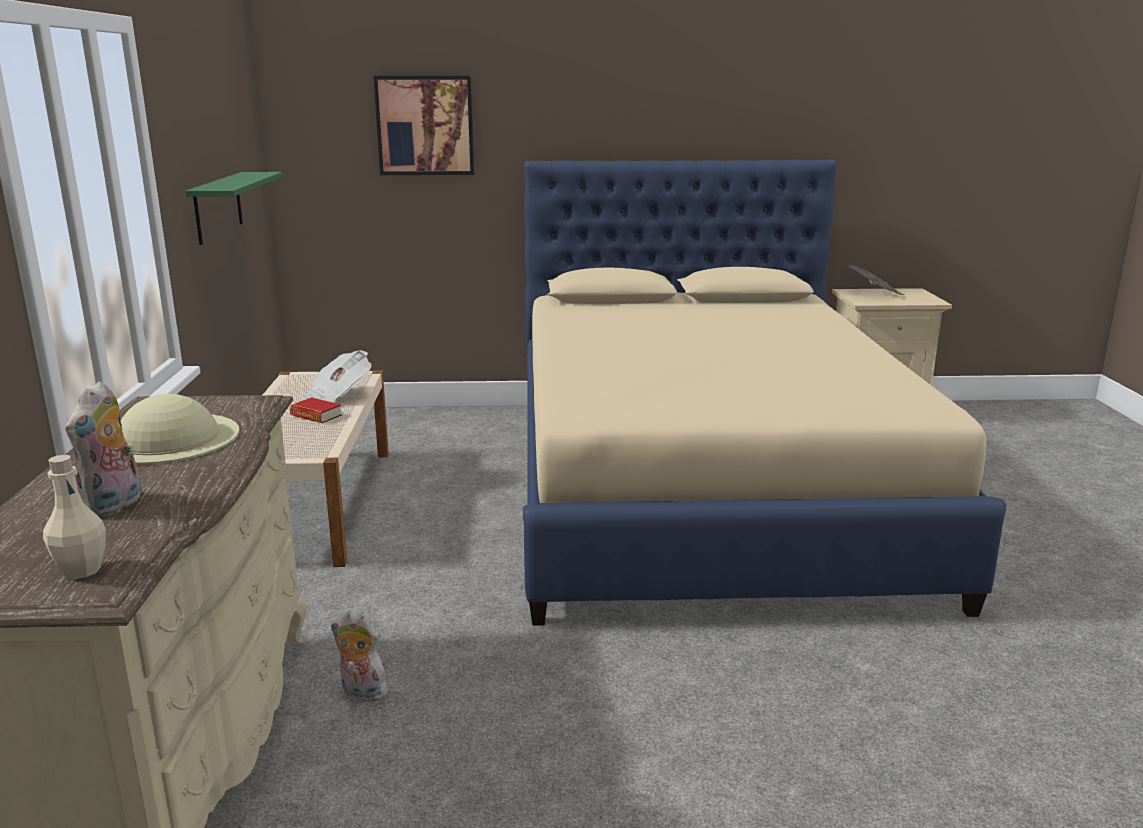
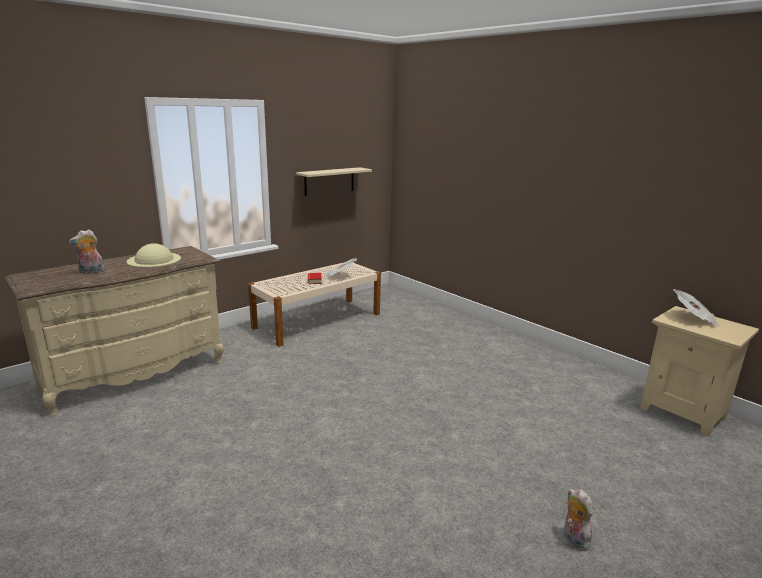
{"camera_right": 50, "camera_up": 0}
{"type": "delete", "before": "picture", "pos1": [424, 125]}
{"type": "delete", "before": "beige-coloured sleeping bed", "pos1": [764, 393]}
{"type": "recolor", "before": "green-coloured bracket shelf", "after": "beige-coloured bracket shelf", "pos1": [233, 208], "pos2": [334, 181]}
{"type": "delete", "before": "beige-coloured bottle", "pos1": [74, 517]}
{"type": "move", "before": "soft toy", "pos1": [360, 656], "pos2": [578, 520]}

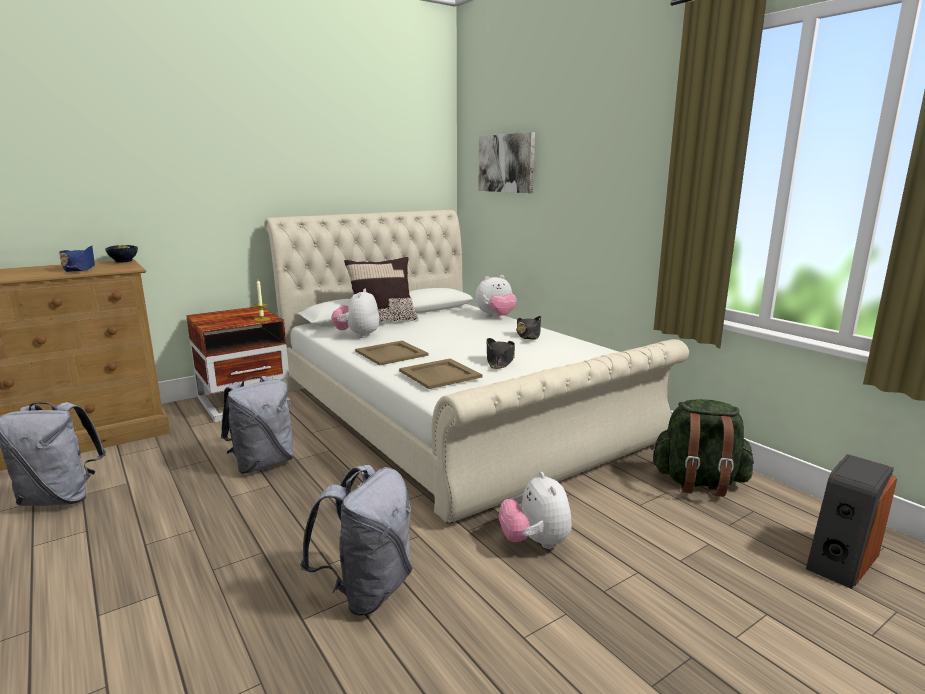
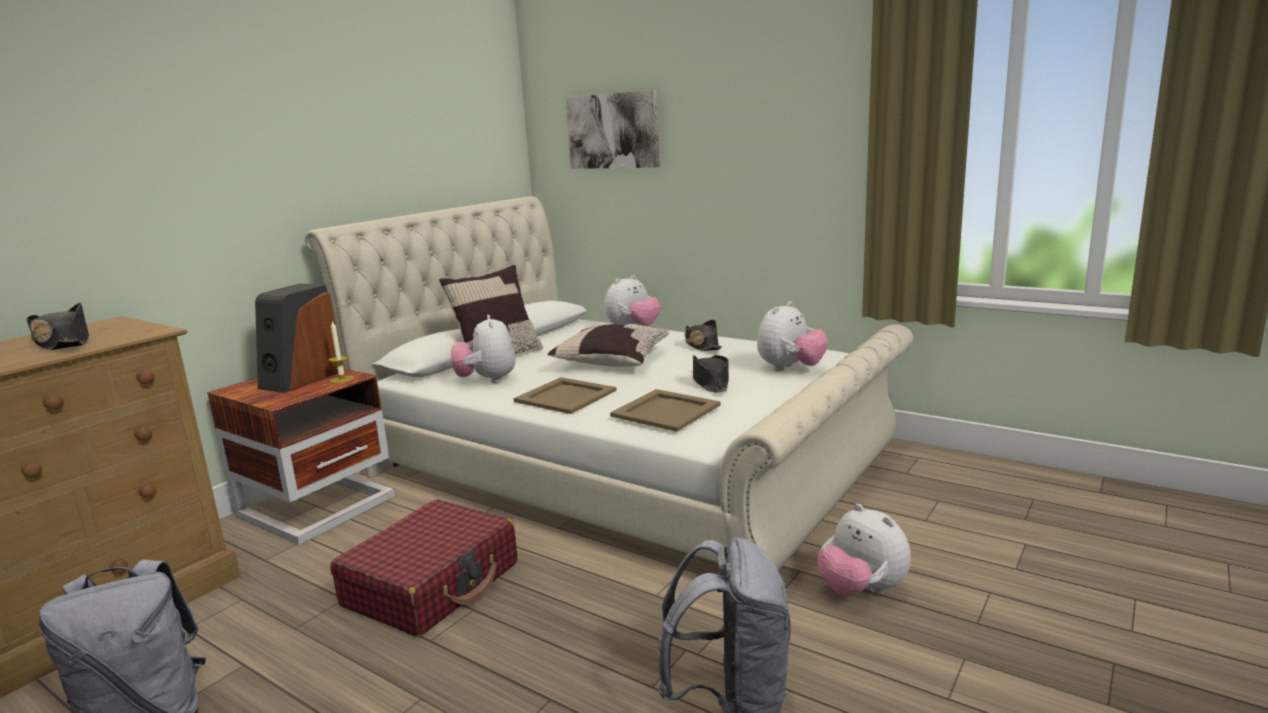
{"camera_right": -20, "camera_up": 0}
{"type": "delete", "before": "deep dish", "pos1": [121, 253]}
{"type": "recolor", "before": "blue hat", "after": "black hat", "pos1": [77, 259], "pos2": [57, 326]}
{"type": "replace", "before": "gray rucksack", "after": "red suitcase", "pos1": [257, 425], "pos2": [423, 568]}
{"type": "delete", "before": "green-coloured rucksack", "pos1": [702, 448]}
{"type": "move", "before": "loudspeaker", "pos1": [851, 521], "pos2": [296, 338]}
{"type": "insert", "after": "soft toy", "pos2": [792, 336]}
{"type": "insert", "after": "cushion", "pos2": [608, 345]}

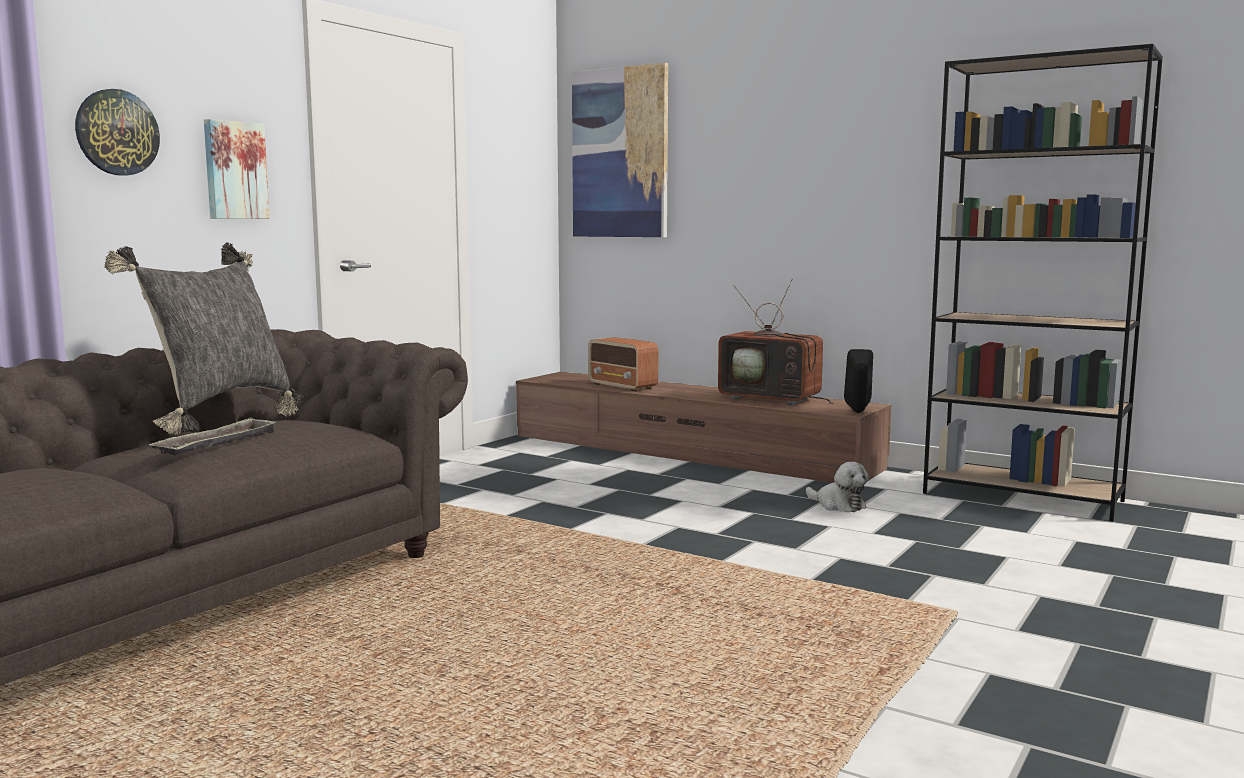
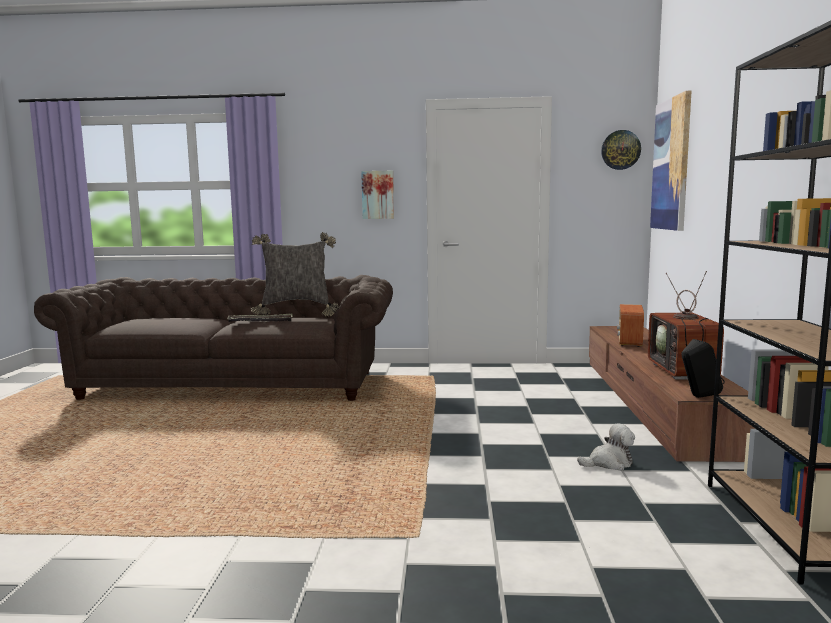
{"camera_right": 60, "camera_up": 0}
{"type": "move", "before": "wall clock", "pos1": [117, 132], "pos2": [621, 150]}
{"type": "rotate", "before": "soft toy", "pos1": [837, 487], "pos2": [606, 447], "turn": -120}

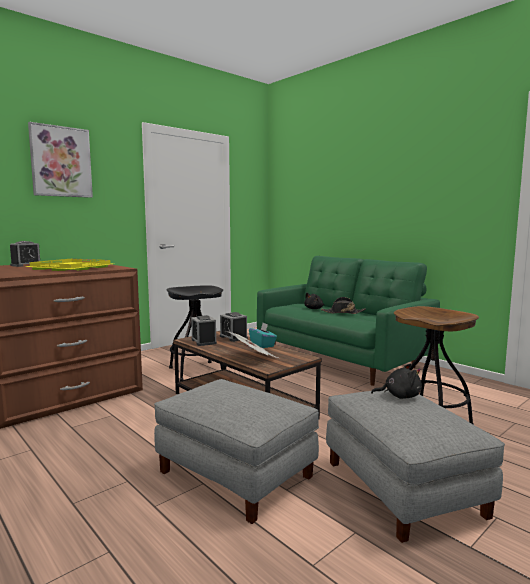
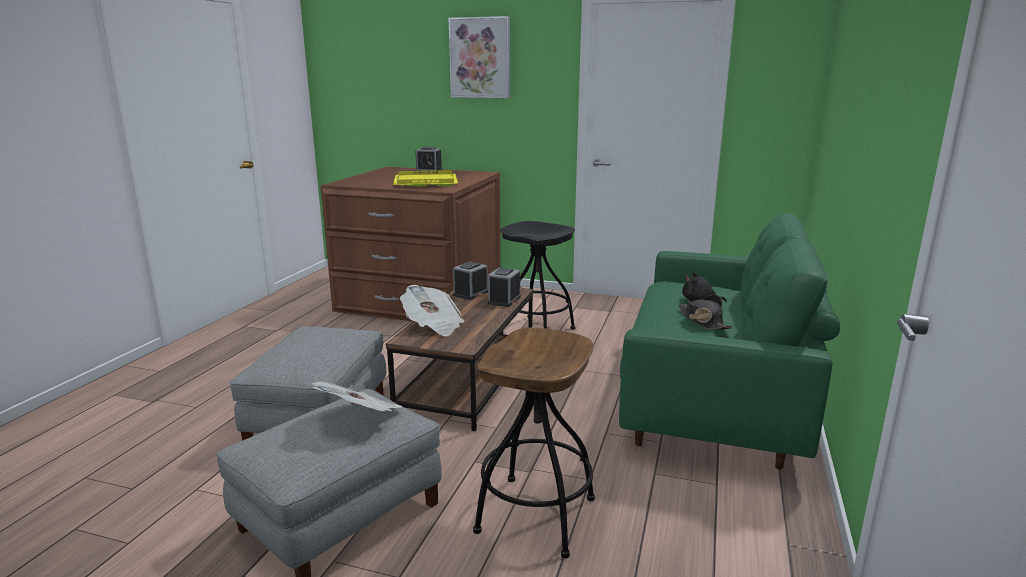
{"camera_right": 60, "camera_up": 10}
{"type": "delete", "before": "blue-green tissue box", "pos1": [263, 335]}
{"type": "replace", "before": "black soft toy", "after": "printed paper", "pos1": [396, 381], "pos2": [356, 396]}

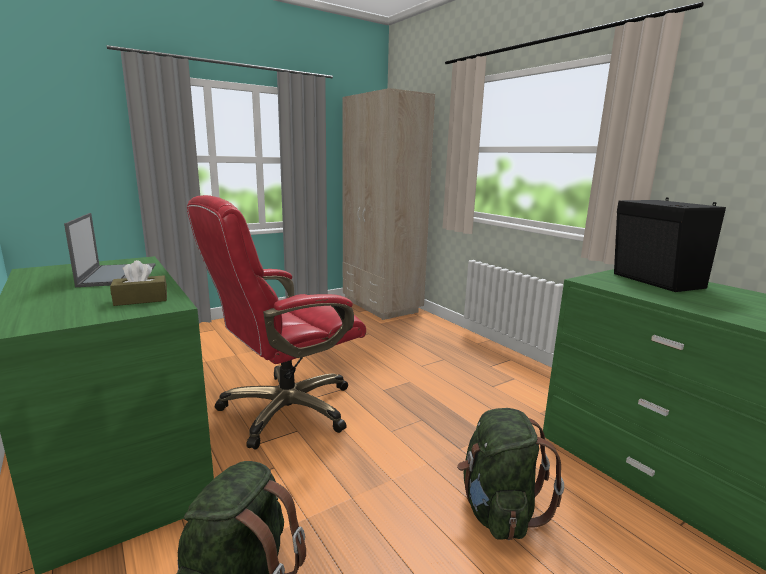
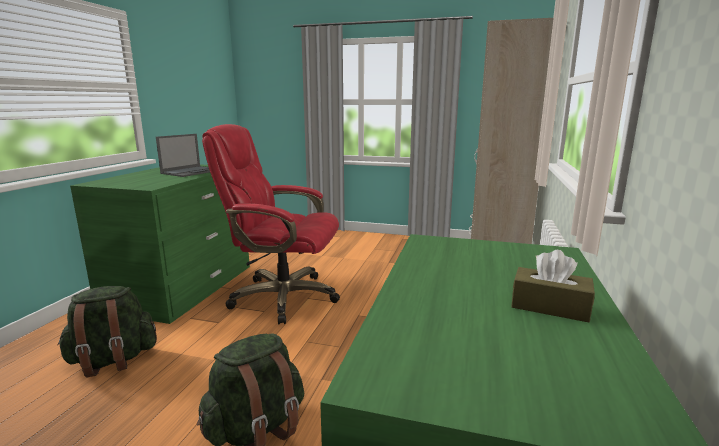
{"camera_right": 50, "camera_up": 0}
{"type": "delete", "before": "black loudspeaker", "pos1": [670, 245]}
{"type": "move", "before": "brown tissue box", "pos1": [138, 283], "pos2": [553, 286]}

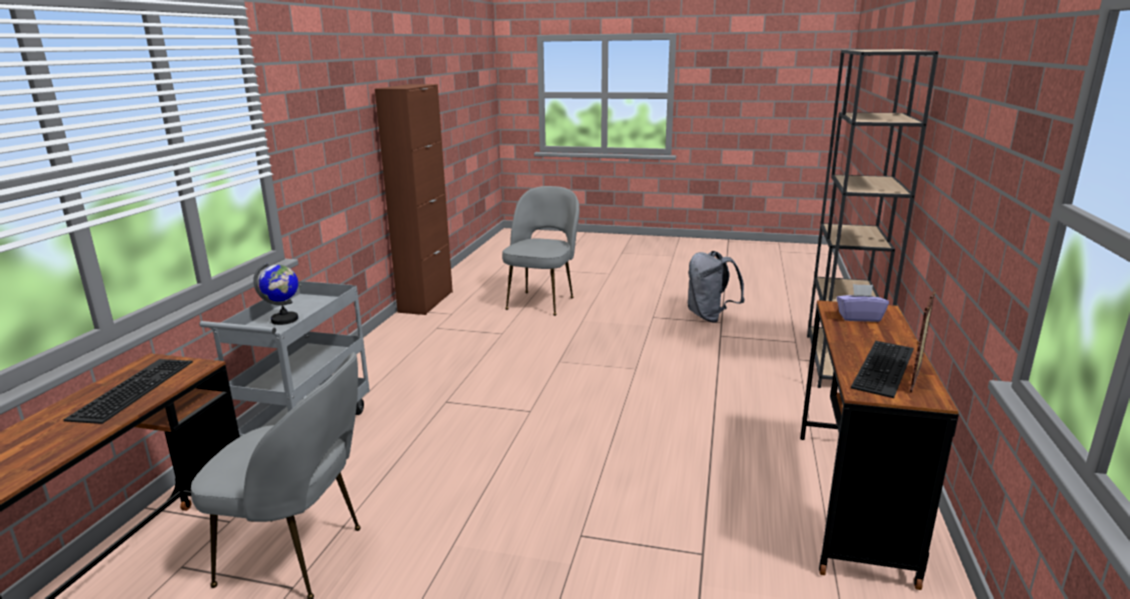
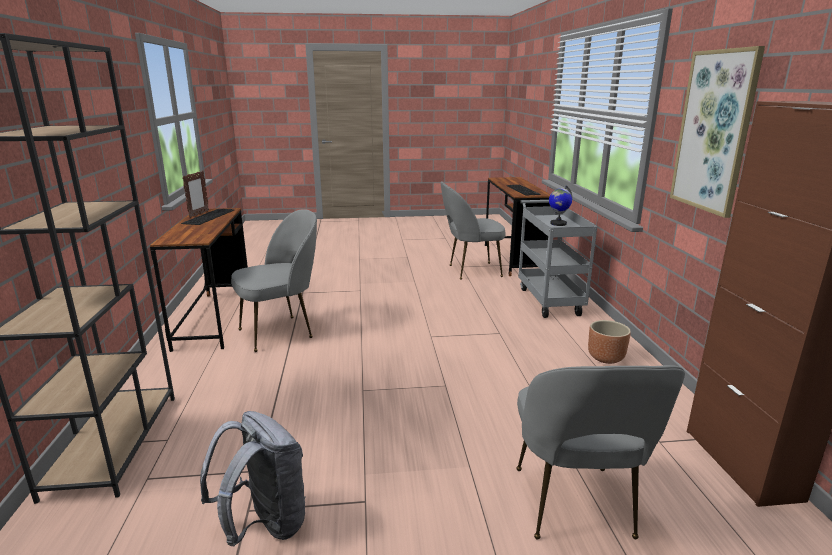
{"camera_right": 160, "camera_up": 0}
{"type": "delete", "before": "purplish tissue box", "pos1": [863, 303]}
{"type": "insert", "after": "picture", "pos2": [717, 132]}
{"type": "insert", "after": "gray upright chair", "pos2": [274, 280]}
{"type": "insert", "after": "brown flower pot", "pos2": [609, 342]}

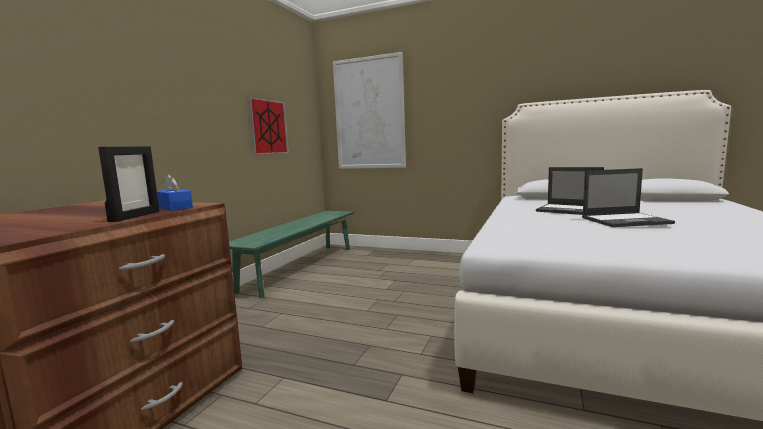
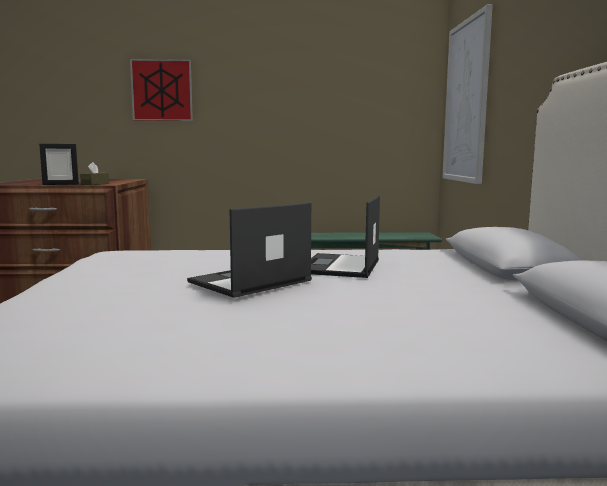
{"camera_right": 65, "camera_up": 0}
{"type": "move", "before": "picture", "pos1": [268, 126], "pos2": [161, 90]}
{"type": "rotate", "before": "portable computer", "pos1": [628, 197], "pos2": [249, 250], "turn": 75}
{"type": "recolor", "before": "blue tissue box", "after": "brown tissue box", "pos1": [175, 192], "pos2": [94, 173]}

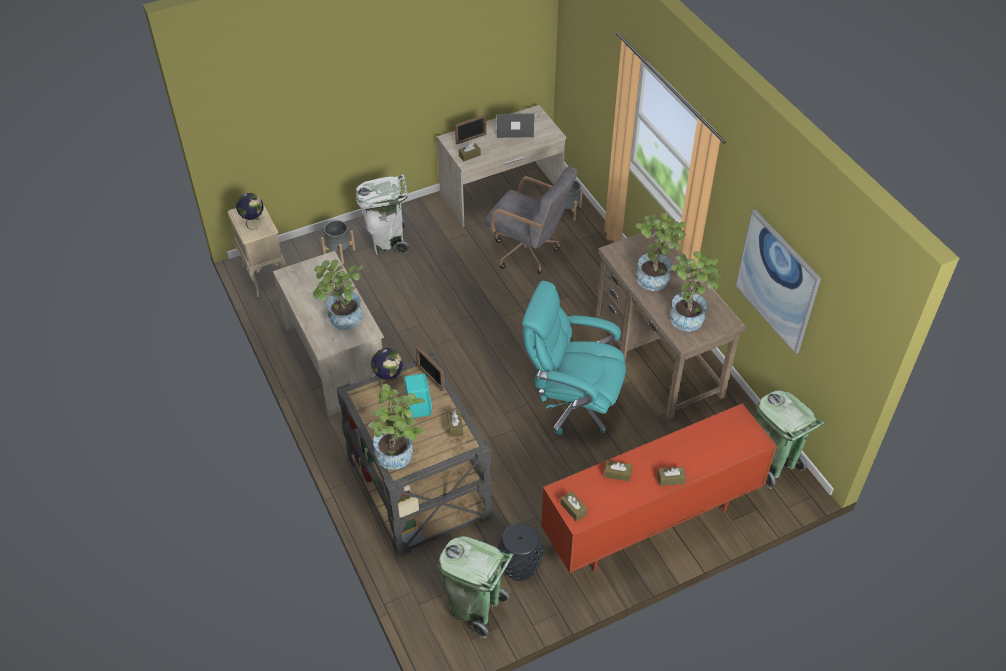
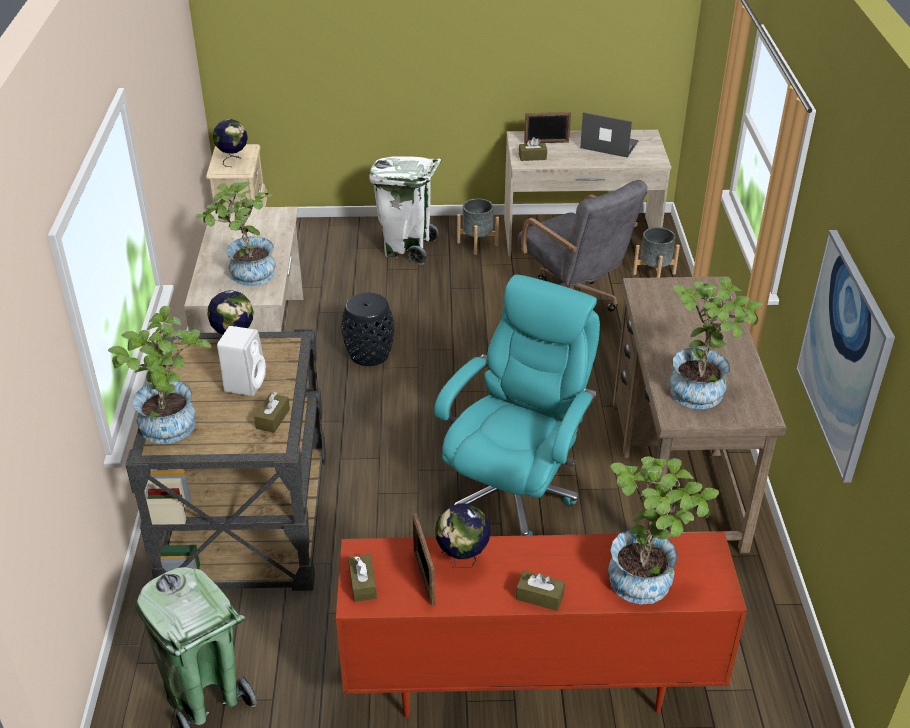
{"camera_right": 25, "camera_up": -10}
{"type": "move", "before": "houseplant", "pos1": [661, 252], "pos2": [663, 530]}
{"type": "move", "before": "gray flower pot", "pos1": [338, 242], "pos2": [478, 226]}
{"type": "rotate", "before": "blue-green computer chair", "pos1": [574, 358], "pos2": [517, 405], "turn": 75}
{"type": "move", "before": "standing frame", "pos1": [430, 368], "pos2": [424, 559]}
{"type": "recolor", "before": "blue-green loudspeaker", "after": "whitish loudspeaker", "pos1": [418, 395], "pos2": [241, 361]}
{"type": "delete", "before": "green-coloured waste bin", "pos1": [791, 439]}
{"type": "replace", "before": "brown tissue box", "after": "world globe", "pos1": [618, 470], "pos2": [463, 535]}
{"type": "move", "before": "black stool seat", "pos1": [520, 552], "pos2": [368, 329]}

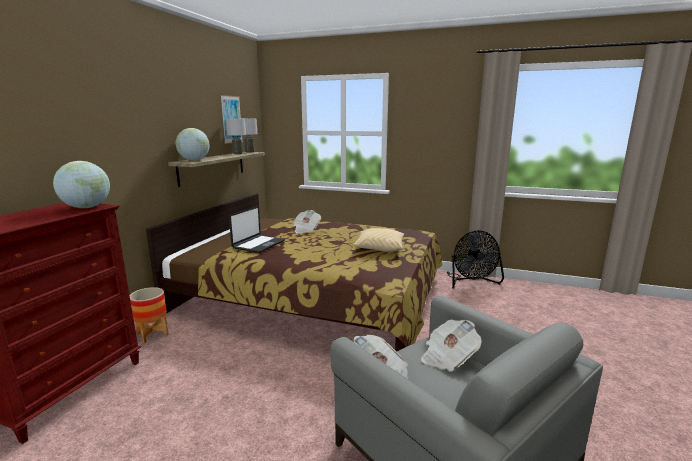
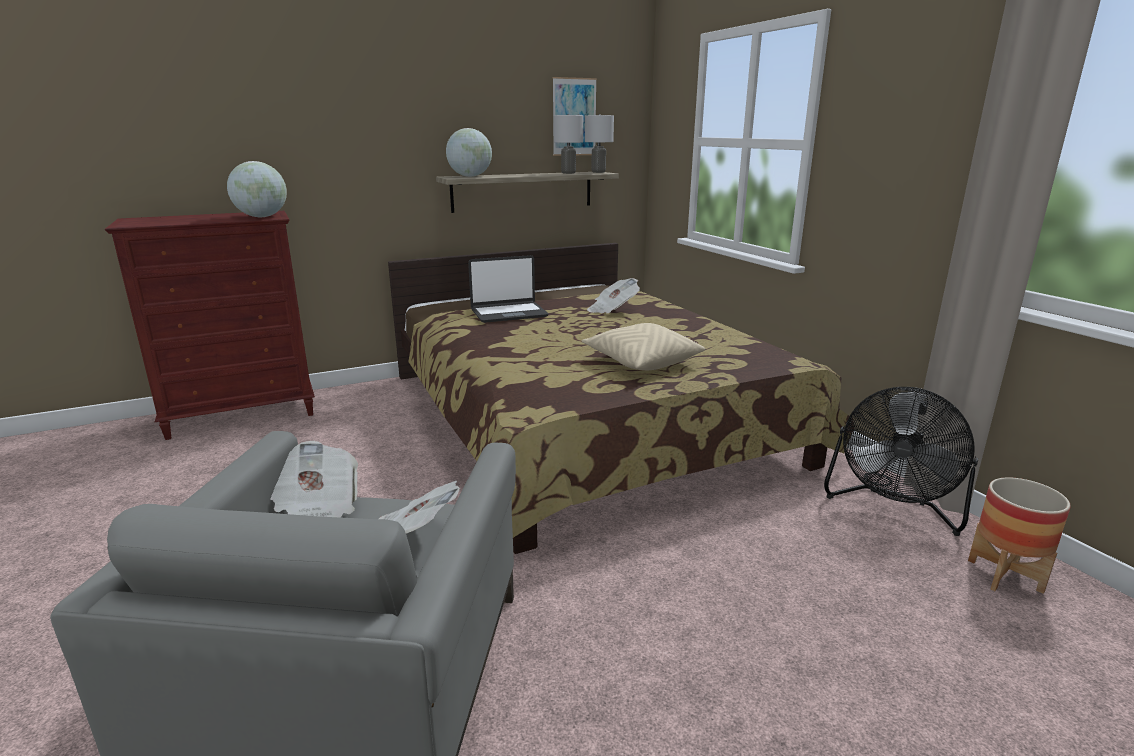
{"camera_right": 45, "camera_up": 5}
{"type": "move", "before": "flower pot", "pos1": [149, 315], "pos2": [1019, 536]}

